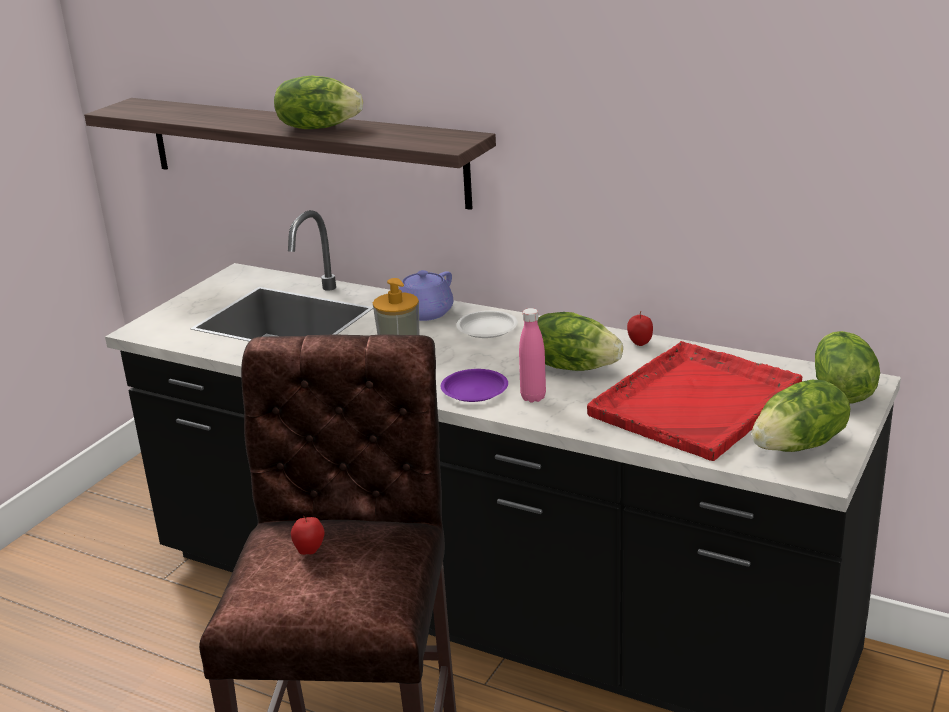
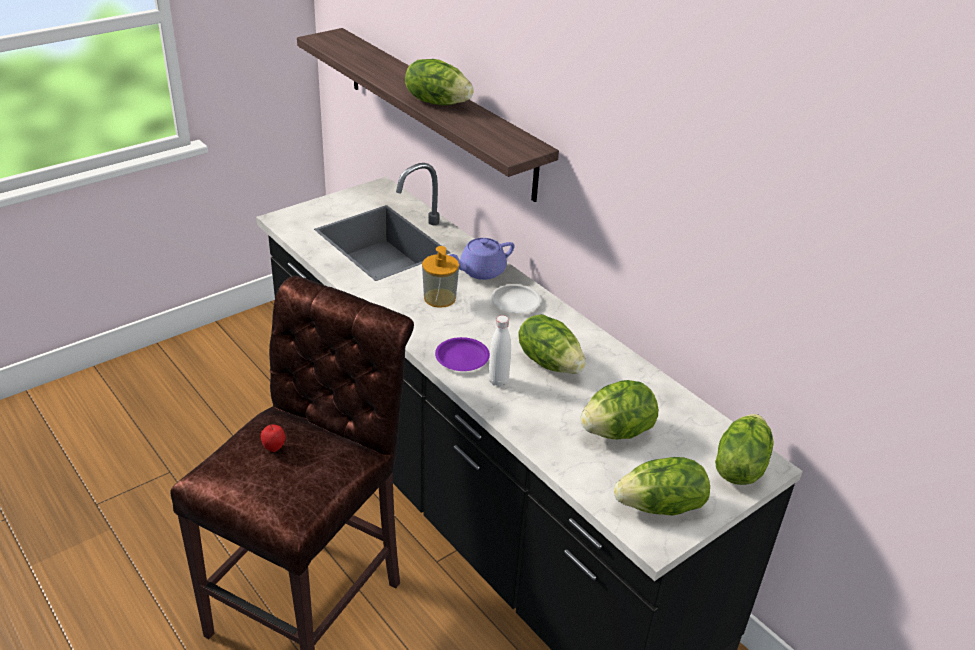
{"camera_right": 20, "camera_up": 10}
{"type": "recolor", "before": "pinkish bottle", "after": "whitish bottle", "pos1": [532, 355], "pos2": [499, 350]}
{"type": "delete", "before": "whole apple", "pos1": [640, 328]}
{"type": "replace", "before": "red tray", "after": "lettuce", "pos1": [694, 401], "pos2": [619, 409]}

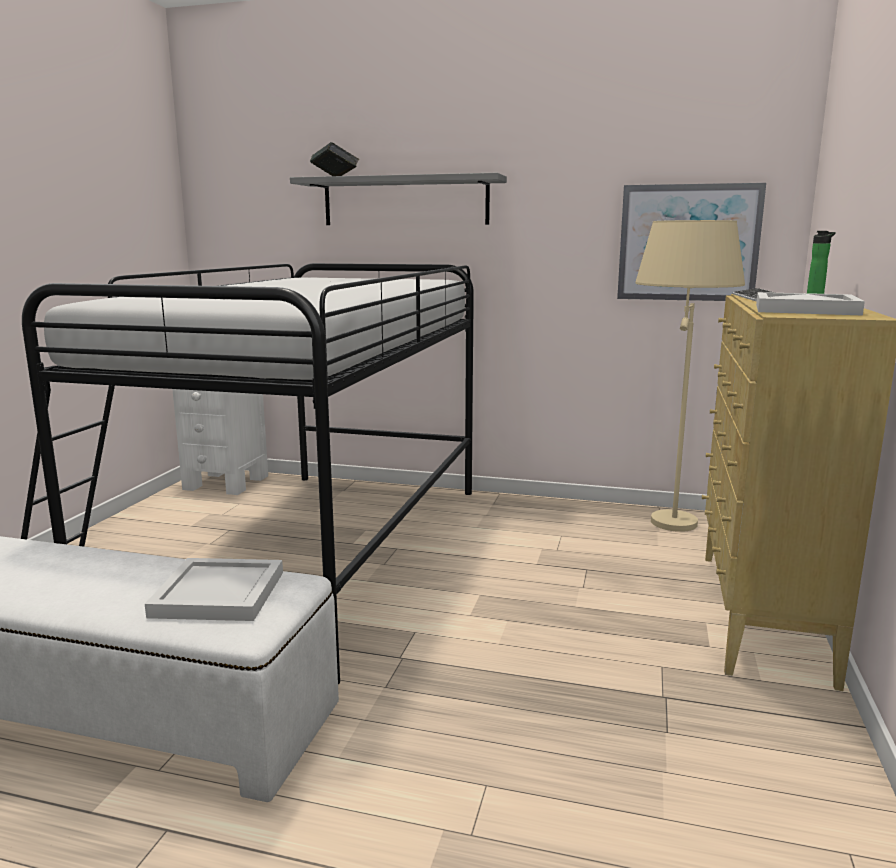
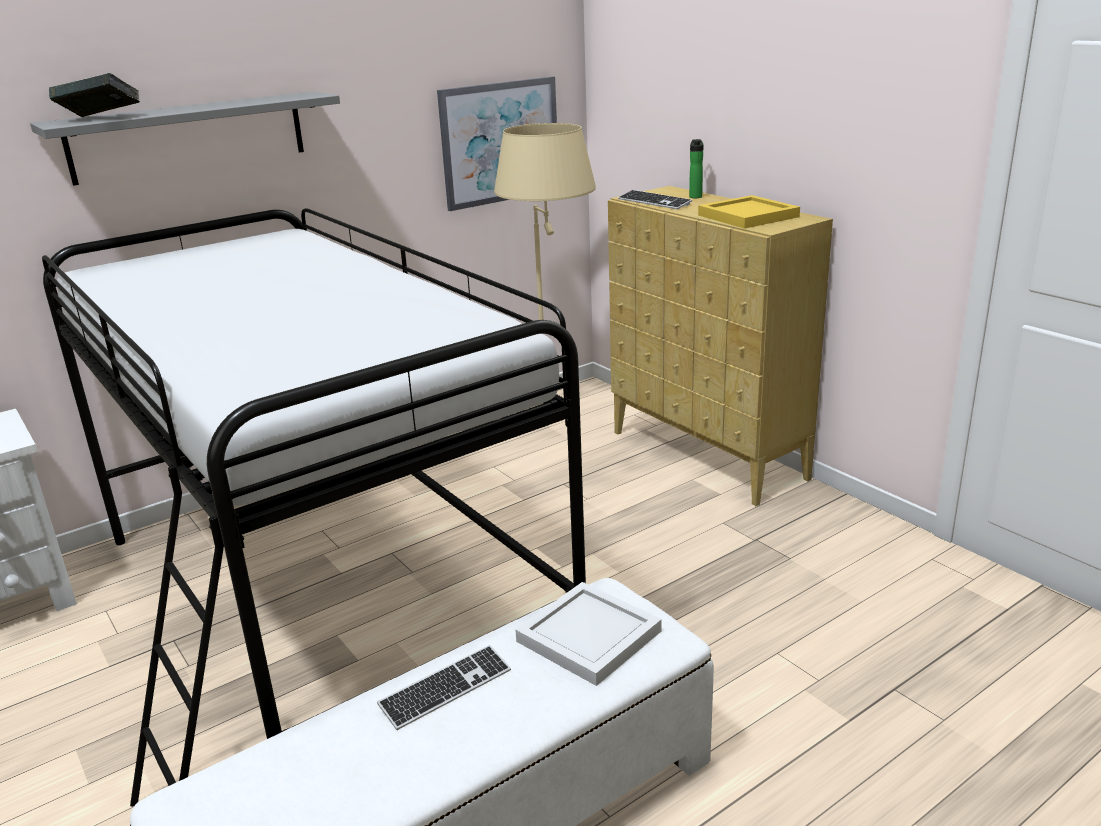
{"camera_right": -50, "camera_up": 10}
{"type": "recolor", "before": "whitish tray", "after": "yellow-coloured tray", "pos1": [810, 304], "pos2": [749, 212]}
{"type": "insert", "after": "PC keyboard", "pos2": [444, 687]}

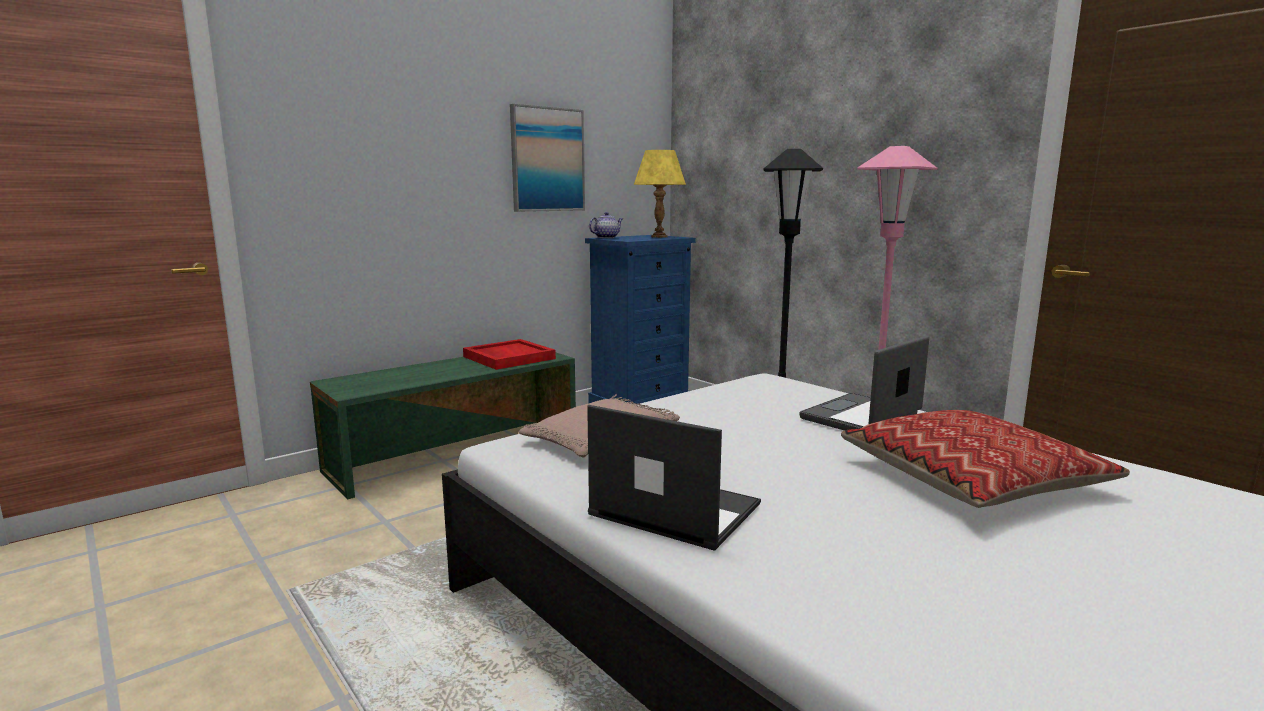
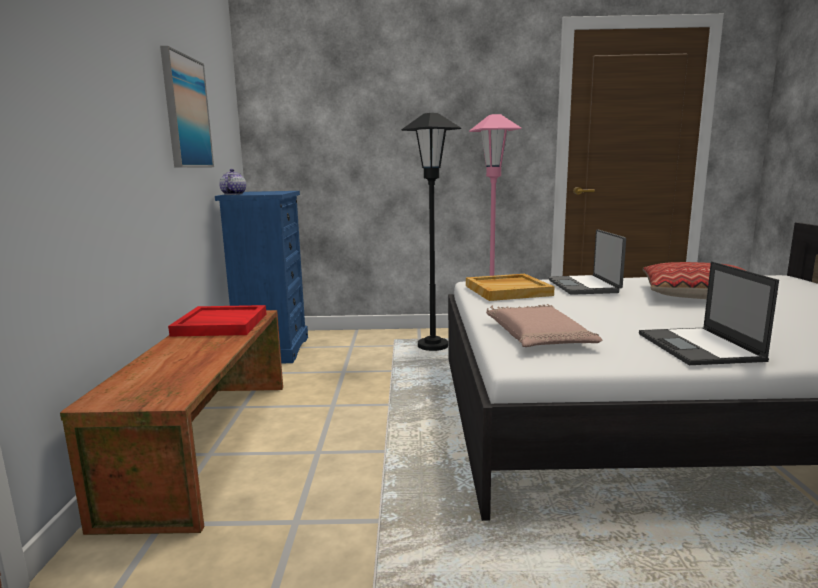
{"camera_right": -50, "camera_up": 0}
{"type": "delete", "before": "yellow-coloured lamp for a table", "pos1": [660, 194]}
{"type": "recolor", "before": "green-coloured long seat", "after": "brown long seat", "pos1": [443, 426], "pos2": [171, 422]}
{"type": "rotate", "before": "portable computer", "pos1": [674, 478], "pos2": [709, 313], "turn": -75}
{"type": "insert", "after": "beige-coloured tray", "pos2": [510, 287]}

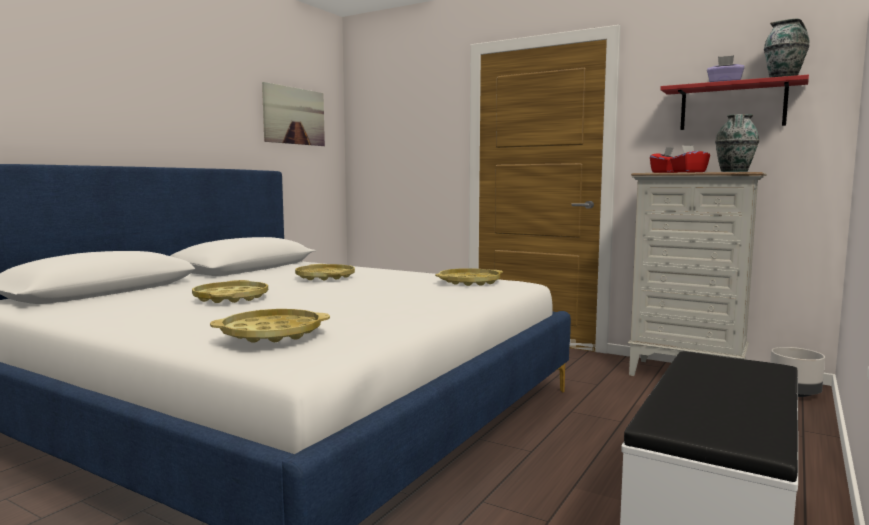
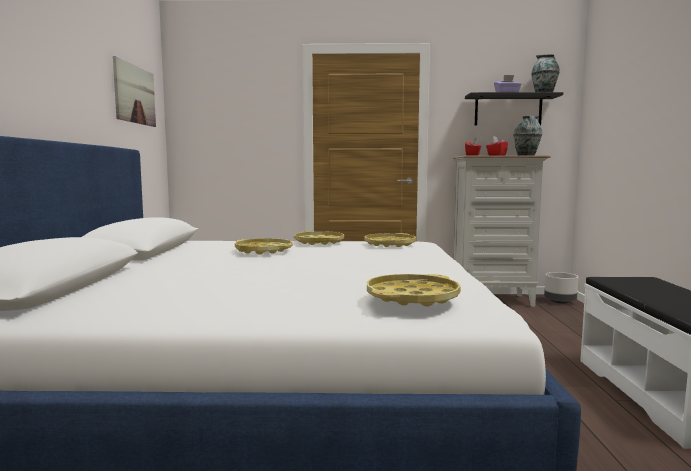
{"camera_right": -30, "camera_up": 0}
{"type": "recolor", "before": "red bracket shelf", "after": "black bracket shelf", "pos1": [734, 102], "pos2": [514, 108]}
{"type": "move", "before": "yellow-coloured tray", "pos1": [230, 291], "pos2": [319, 238]}

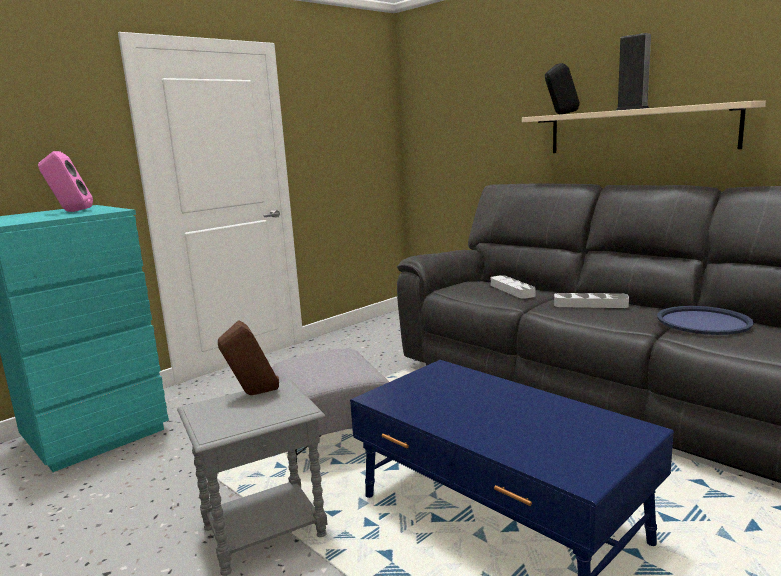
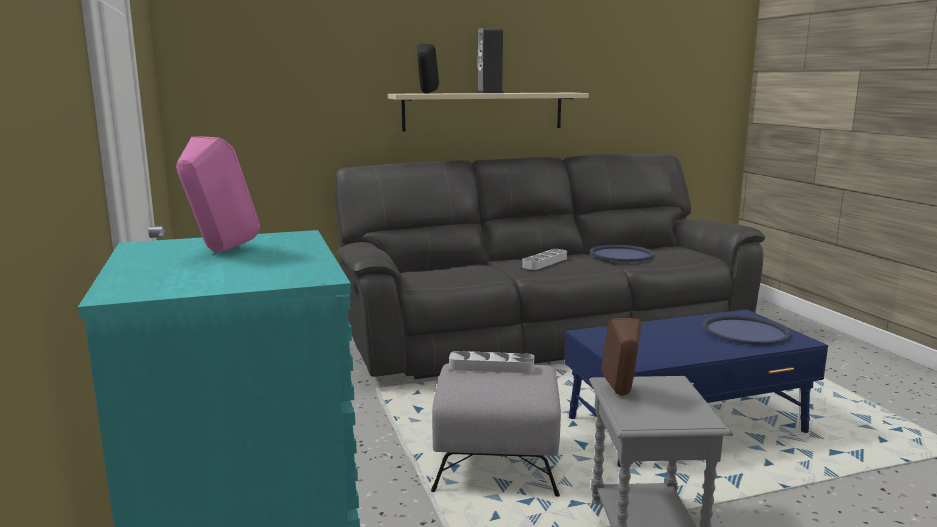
{"camera_right": -65, "camera_up": 0}
{"type": "move", "before": "gray tray", "pos1": [513, 287], "pos2": [491, 362]}
{"type": "insert", "after": "blue tray", "pos2": [746, 329]}

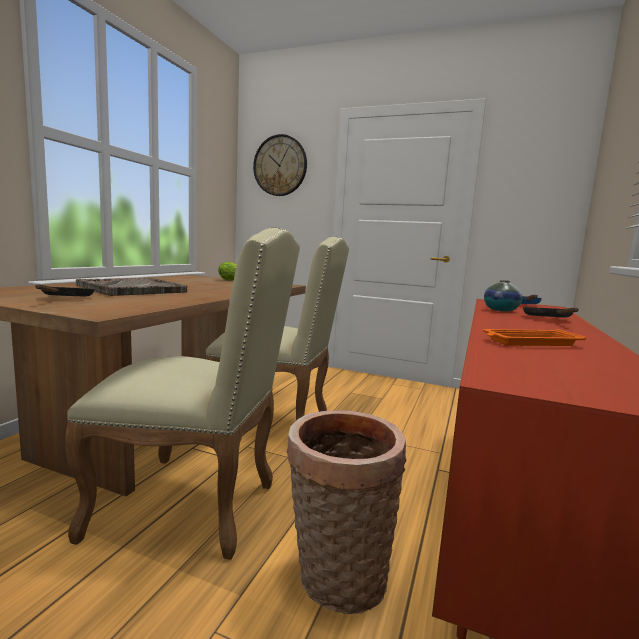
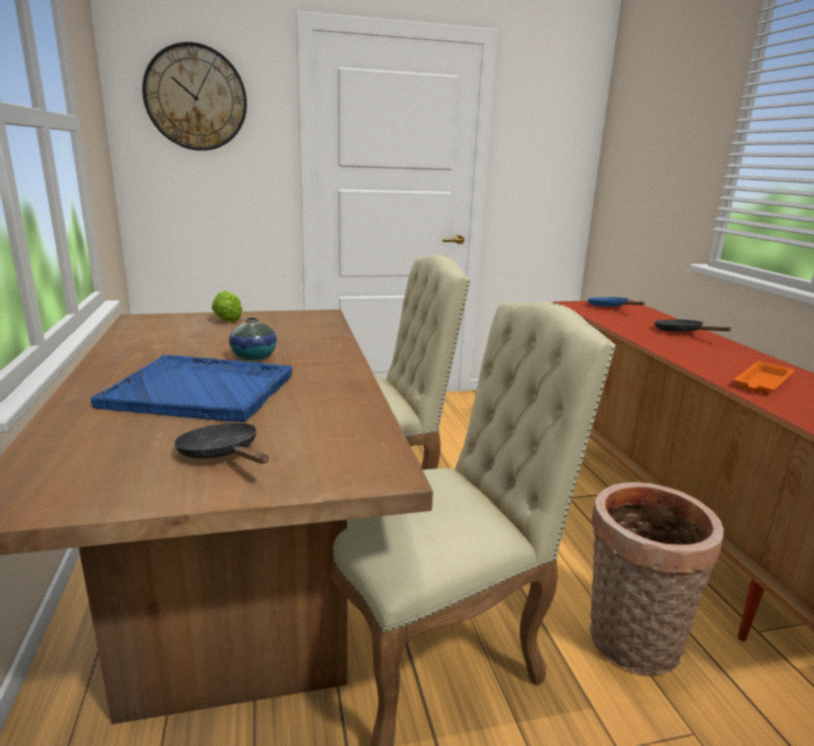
{"camera_right": -35, "camera_up": 10}
{"type": "recolor", "before": "gray tray", "after": "blue tray", "pos1": [131, 286], "pos2": [191, 388]}
{"type": "move", "before": "decorative vase", "pos1": [503, 296], "pos2": [253, 338]}

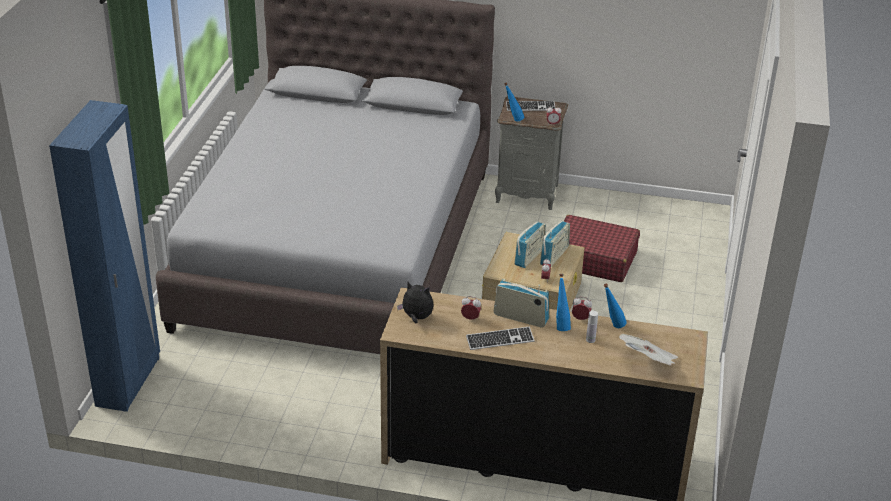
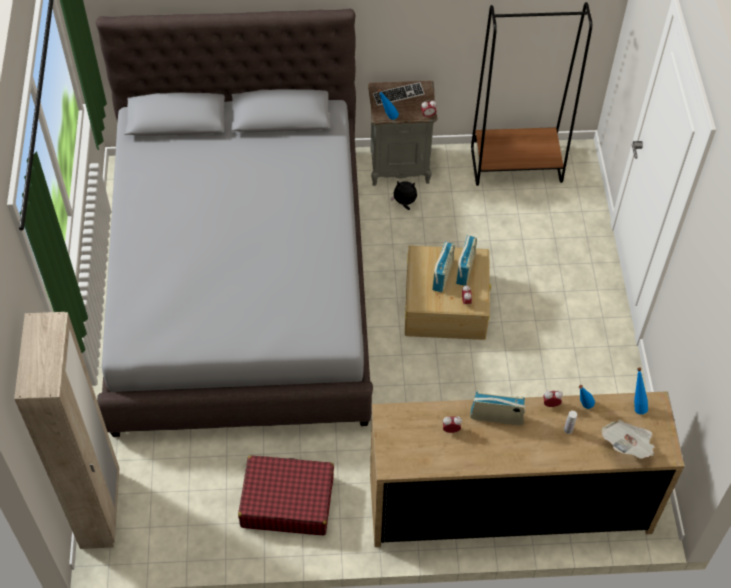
{"camera_right": -15, "camera_up": 20}
{"type": "recolor", "before": "blue armoire", "after": "beige-coloured armoire", "pos1": [104, 256], "pos2": [67, 430]}
{"type": "move", "before": "red suitcase", "pos1": [602, 248], "pos2": [286, 495]}
{"type": "move", "before": "blue bottle", "pos1": [563, 302], "pos2": [641, 390]}
{"type": "move", "before": "soft toy", "pos1": [415, 302], "pos2": [404, 195]}
{"type": "delete", "before": "PC keyboard", "pos1": [500, 338]}
{"type": "insert", "after": "garment stand", "pos2": [531, 94]}

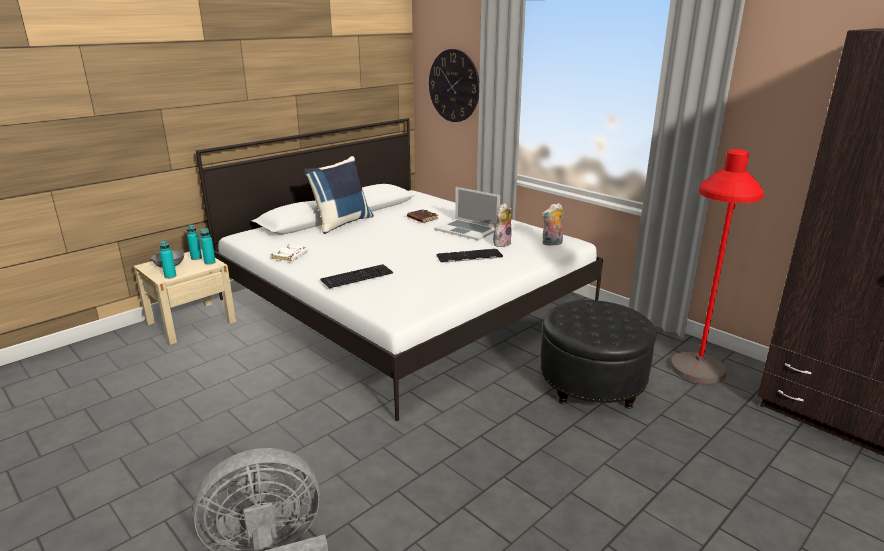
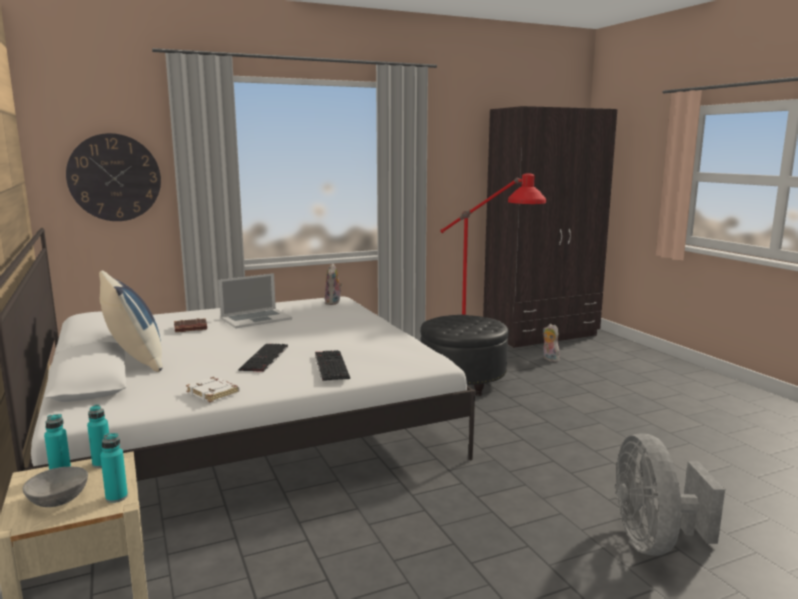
{"camera_right": -70, "camera_up": -10}
{"type": "move", "before": "soft toy", "pos1": [502, 225], "pos2": [552, 343]}
{"type": "move", "before": "PC keyboard", "pos1": [469, 256], "pos2": [263, 358]}

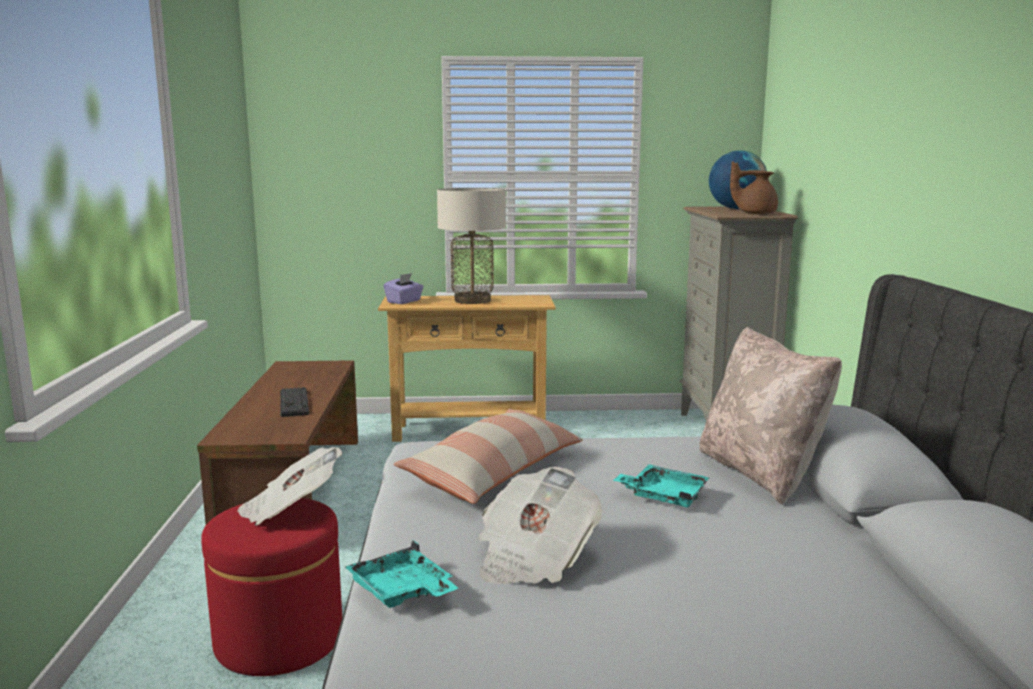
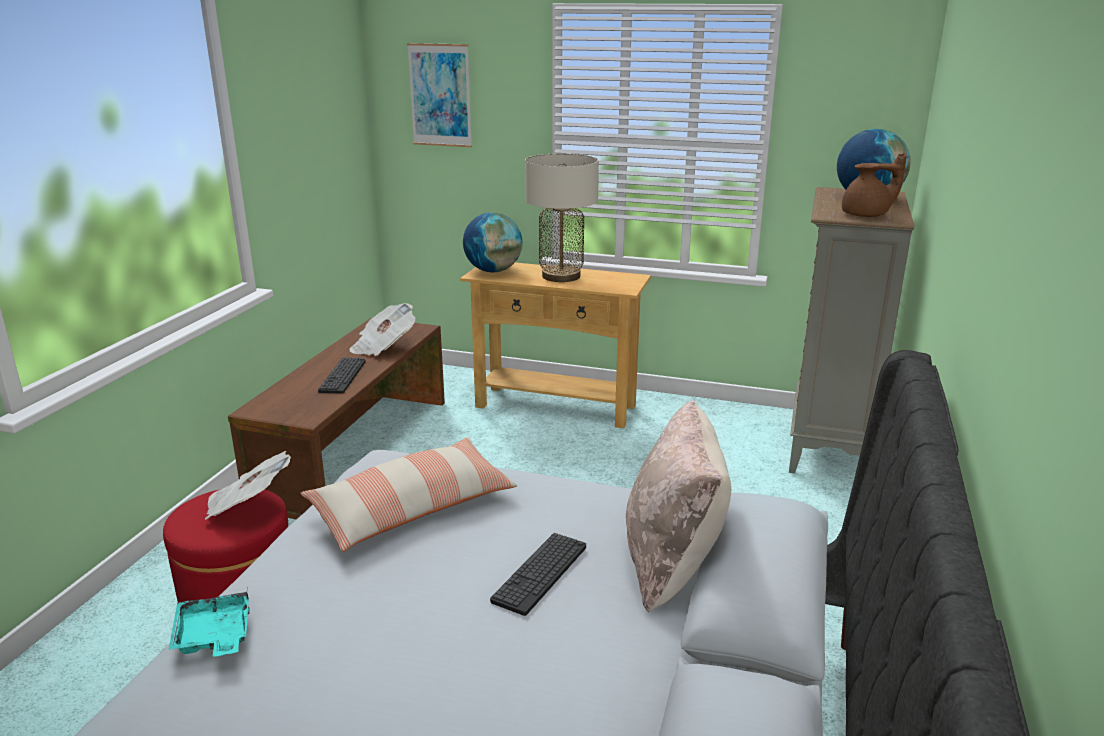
{"camera_right": 20, "camera_up": 10}
{"type": "rotate", "before": "brown tea pot", "pos1": [754, 187], "pos2": [874, 185], "turn": 150}
{"type": "replace", "before": "purplish tissue box", "after": "world globe", "pos1": [404, 288], "pos2": [492, 242]}
{"type": "replace", "before": "blue-green tray", "after": "PC keyboard", "pos1": [661, 485], "pos2": [538, 574]}
{"type": "move", "before": "printed paper", "pos1": [540, 525], "pos2": [382, 329]}
{"type": "insert", "after": "picture", "pos2": [439, 95]}

